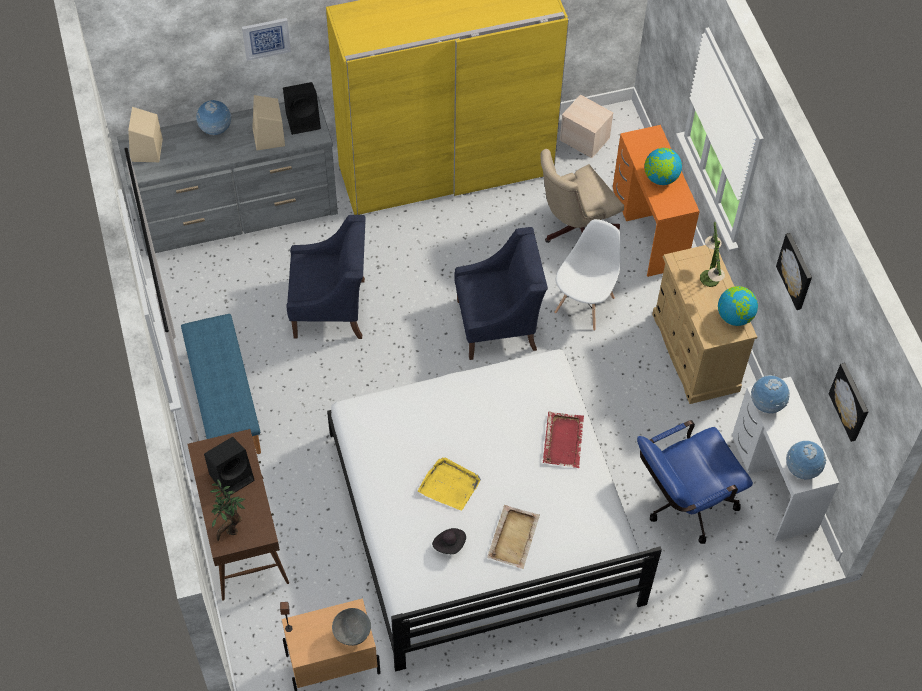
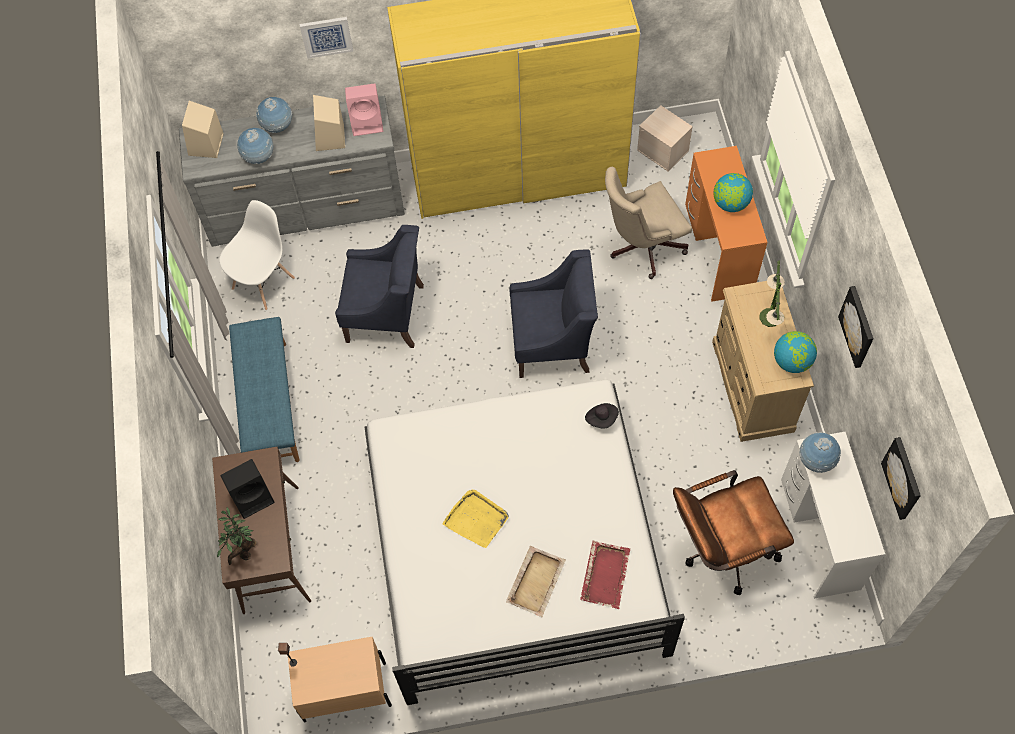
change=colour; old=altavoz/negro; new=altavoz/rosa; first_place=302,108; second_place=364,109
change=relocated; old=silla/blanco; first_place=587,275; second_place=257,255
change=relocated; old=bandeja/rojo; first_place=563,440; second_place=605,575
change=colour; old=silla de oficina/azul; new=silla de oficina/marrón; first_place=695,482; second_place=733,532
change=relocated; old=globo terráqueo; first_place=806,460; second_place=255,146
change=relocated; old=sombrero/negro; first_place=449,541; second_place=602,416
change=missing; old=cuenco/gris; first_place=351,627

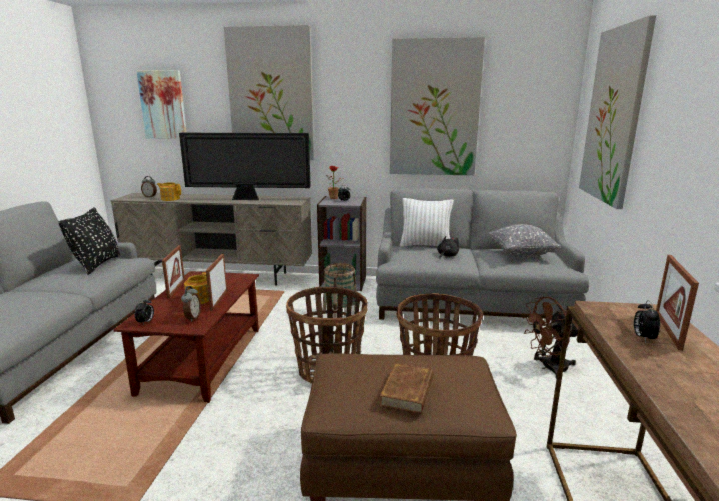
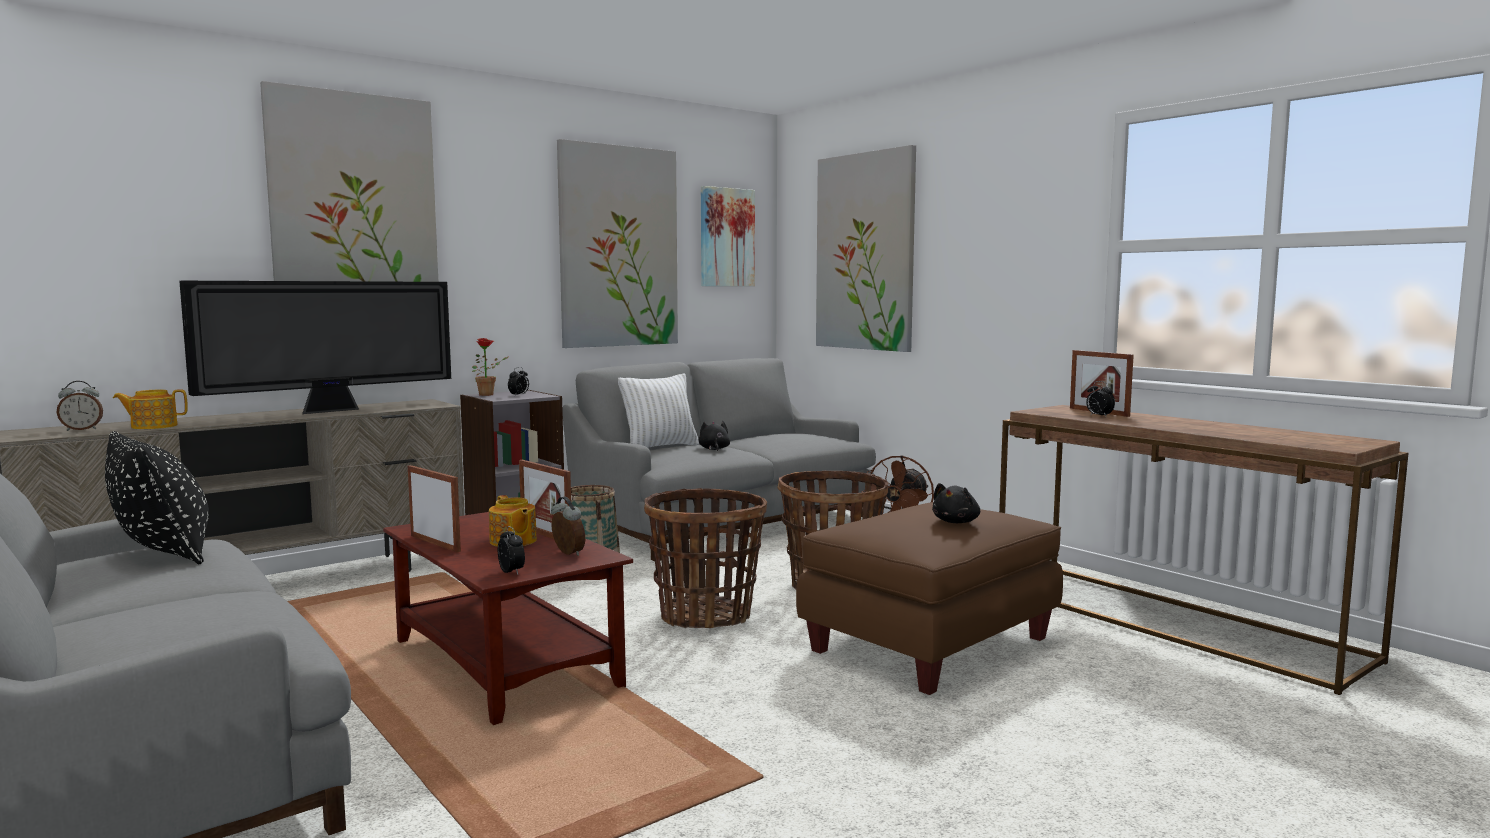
change=relocated; old=cuadro; first_place=162,104; second_place=728,236
change=missing; old=cojín/gris; first_place=524,240
change=exchanged; old=libro/marrón; new=peluche/negro; first_place=406,388; second_place=956,503

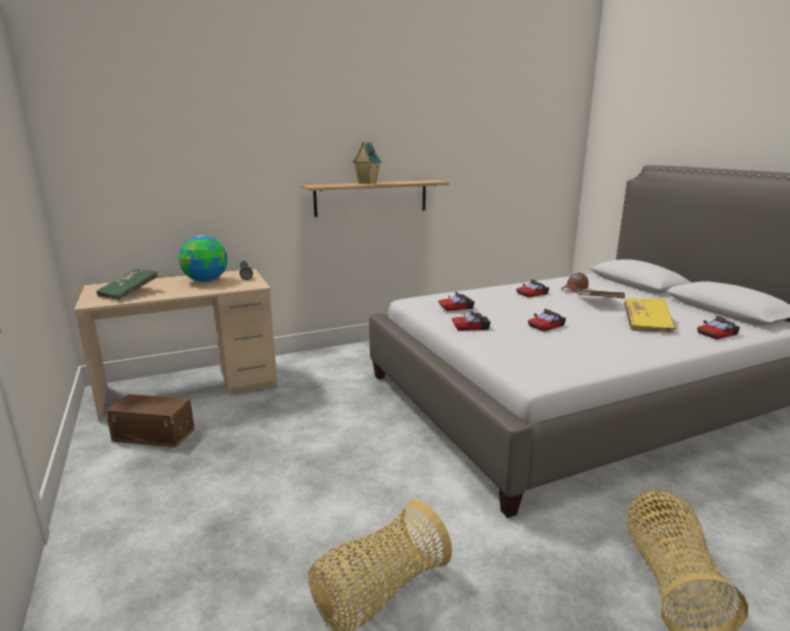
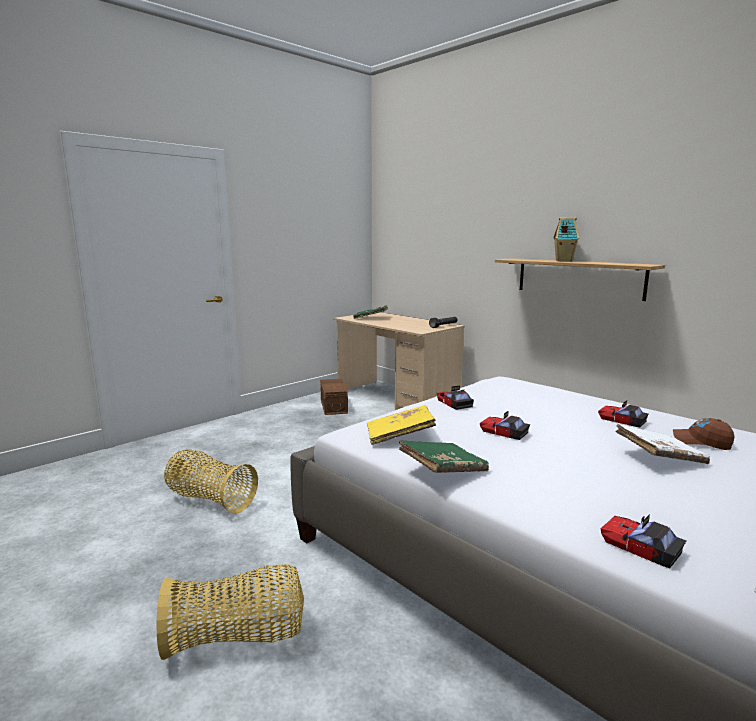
change=missing; old=globo terráqueo; first_place=203,259
change=missing; old=coche de juguete; first_place=456,301
change=relocated; old=libro/amarillo; first_place=650,315; second_place=401,425
change=appeared; new=libro/verde; second_place=444,456

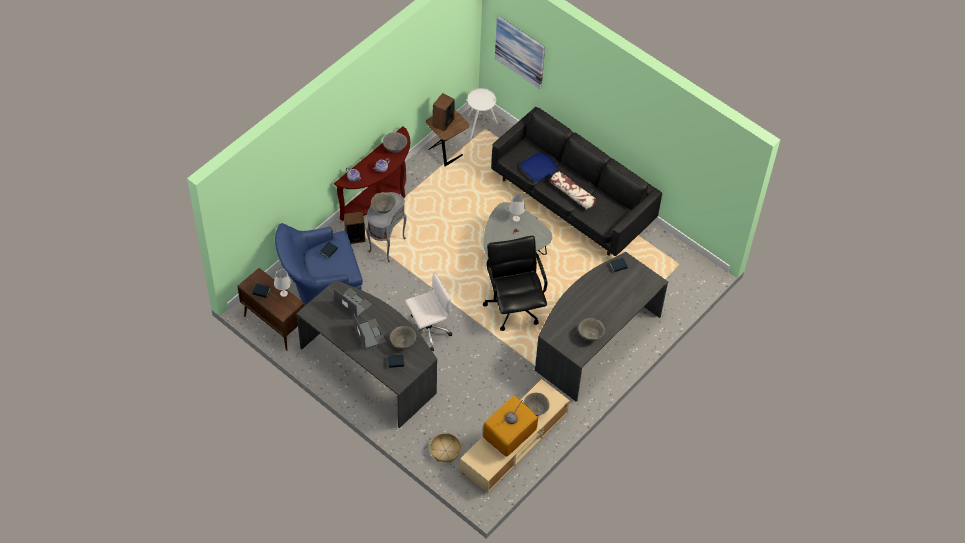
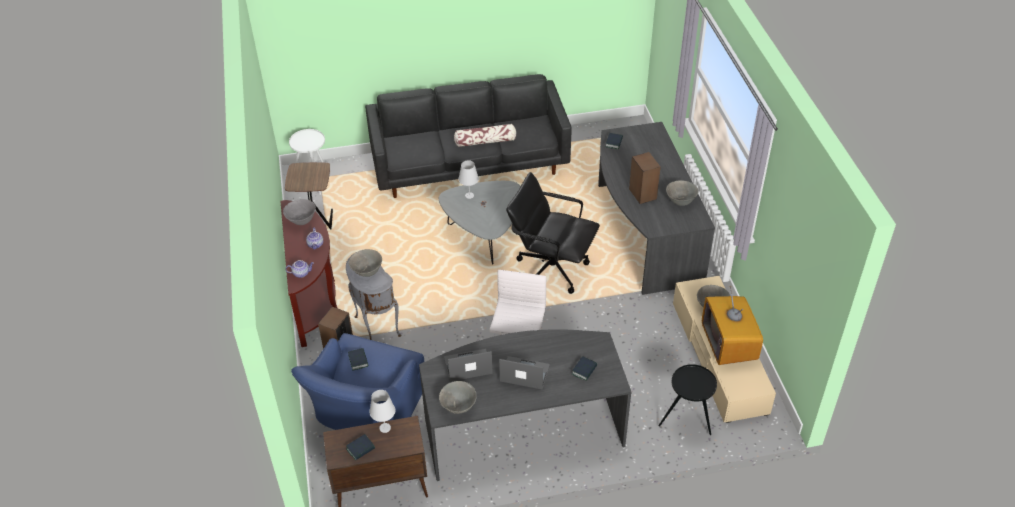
change=missing; old=cuadro; first_place=520,52
change=relocated; old=altavoz; first_place=444,112; second_place=645,178
change=missing; old=cojín/azul; first_place=539,167
change=relocated; old=cuenco/gris; first_place=403,337; second_place=458,397
change=exchanged; old=cesta; new=mesa auxiliar/negro; first_place=445,448; second_place=687,399

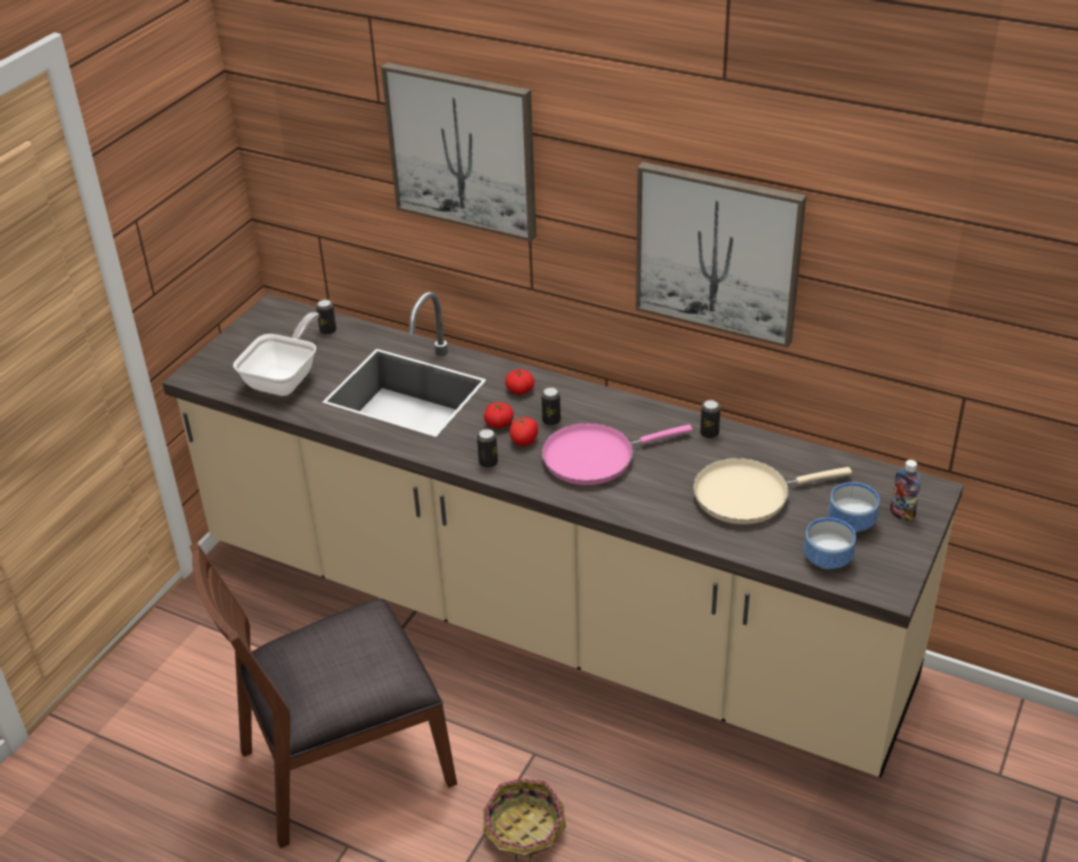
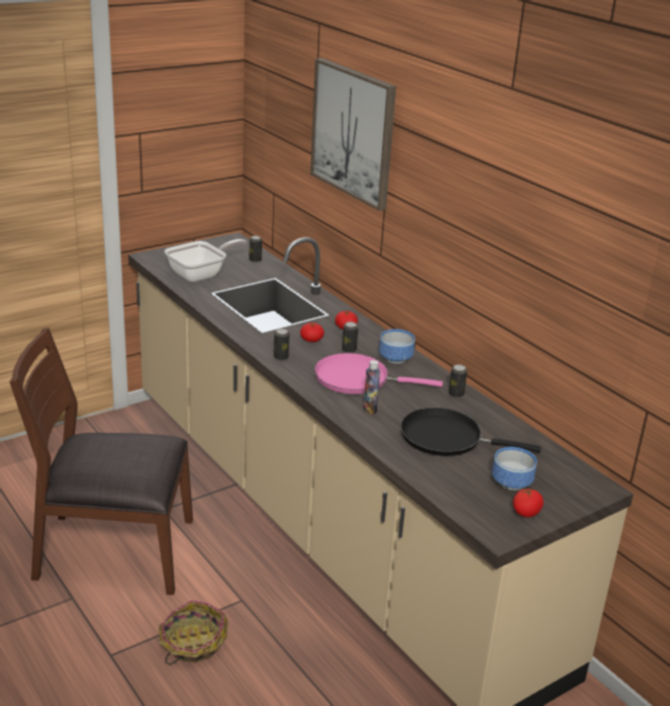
change=missing; old=cuadro; first_place=721,255
change=relocated; old=tomate; first_place=523,431; second_place=528,502
change=colour; old=sartén/beis; new=sartén/negro; first_place=772,491; second_place=470,431
change=relocated; old=botella; first_place=905,491; second_place=371,387
change=relocated; old=cuenco; first_place=830,543; second_place=397,346

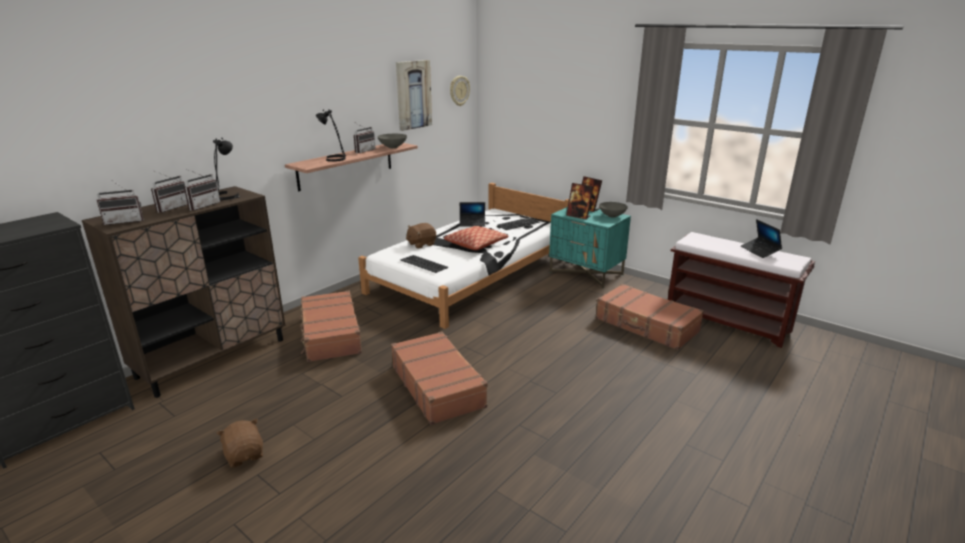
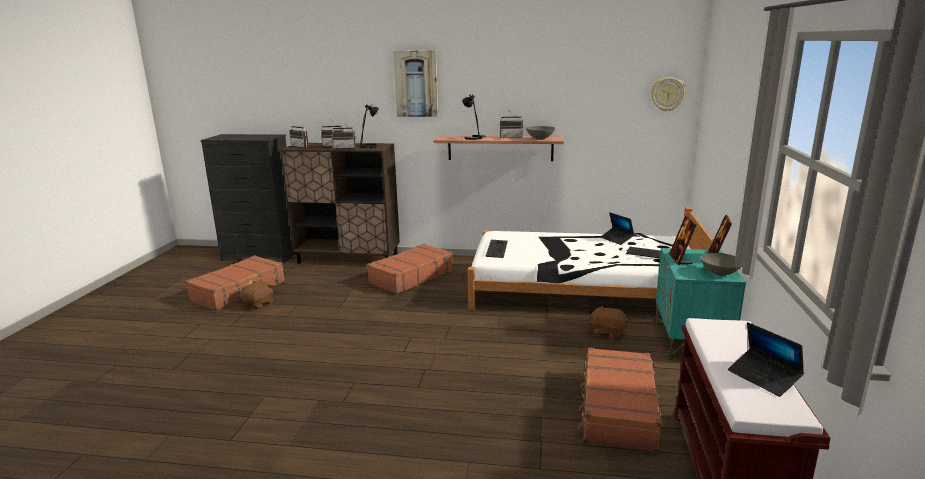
change=relocated; old=cuadro; first_place=414,95; second_place=415,83
change=spun; old=portátil; first_place=761,238; second_place=766,359; degrees=-75
change=relocated; old=peluche/marrón; first_place=421,236; second_place=608,322
change=missing; old=cojín; first_place=476,238
change=relocated; old=maleta/marrón; first_place=439,378; second_place=235,283

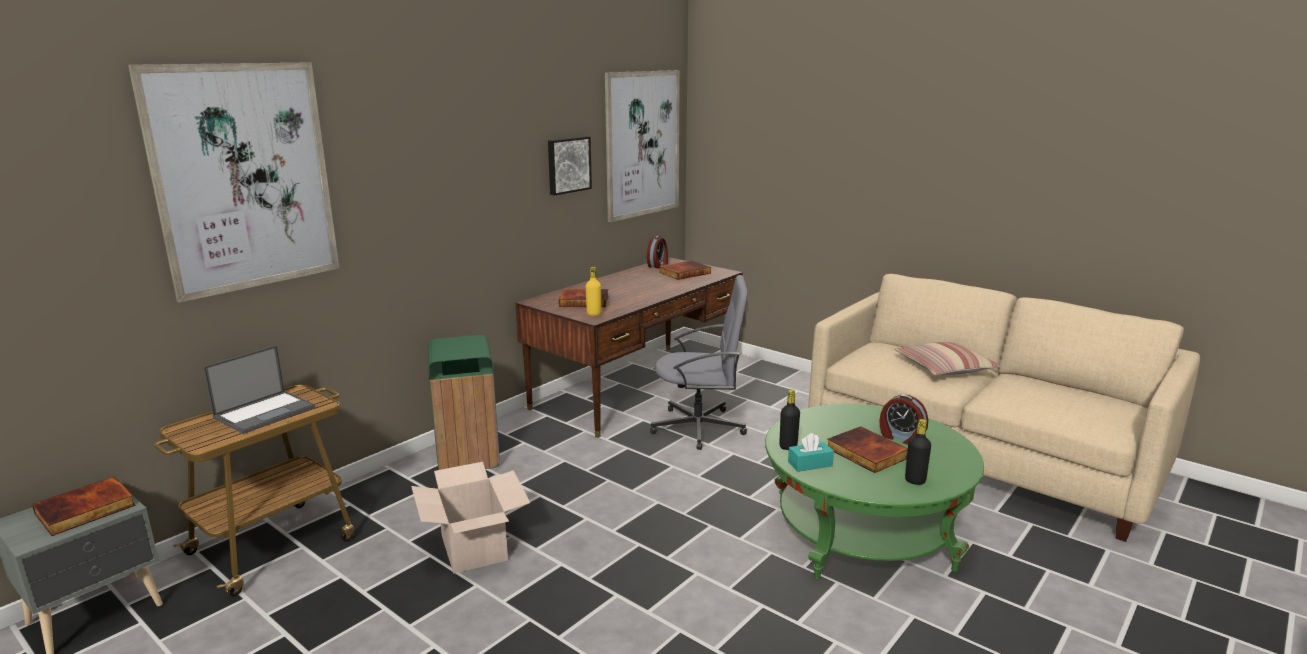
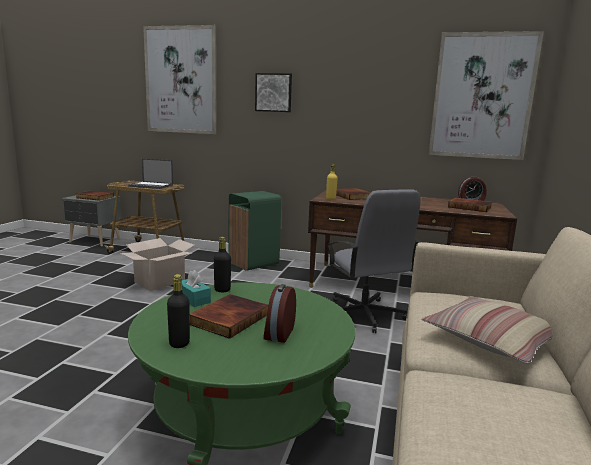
change=relocated; old=cuadro; first_place=570,166; second_place=273,92

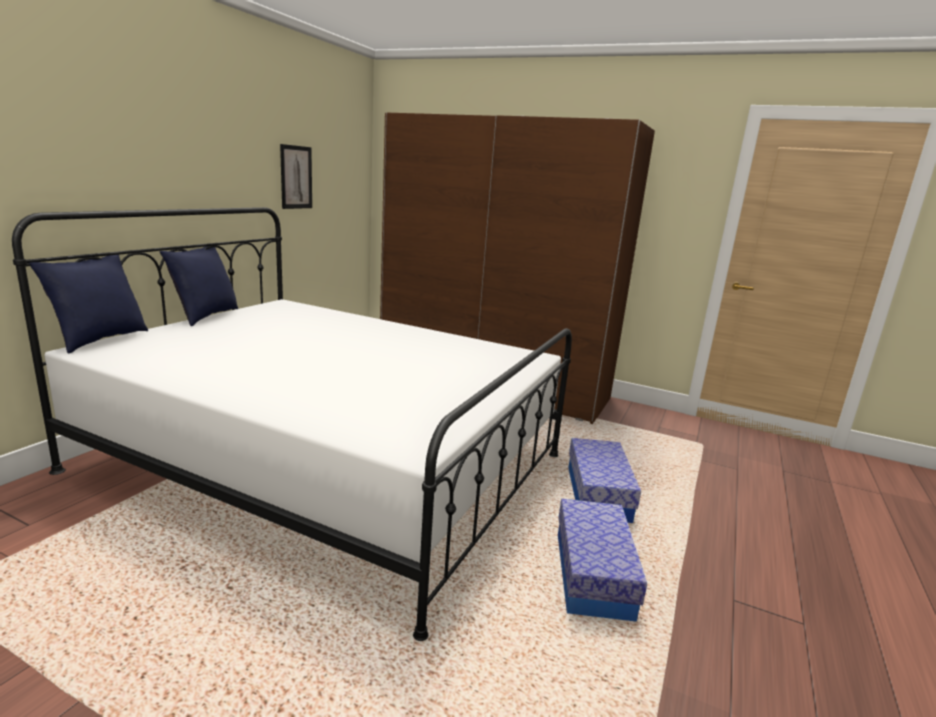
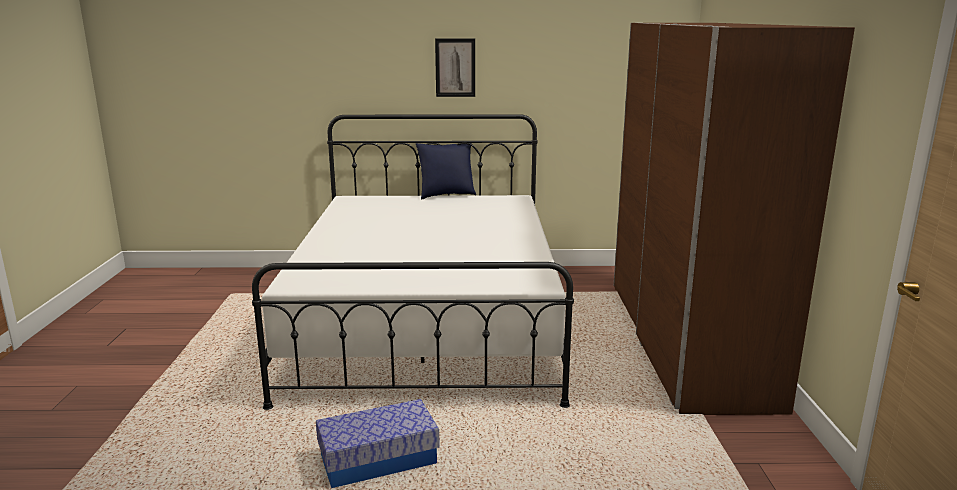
change=relocated; old=cuadro; first_place=296,176; second_place=455,68
change=missing; old=cojín/azul; first_place=88,304
change=missing; old=caja de almacenaje; first_place=604,480

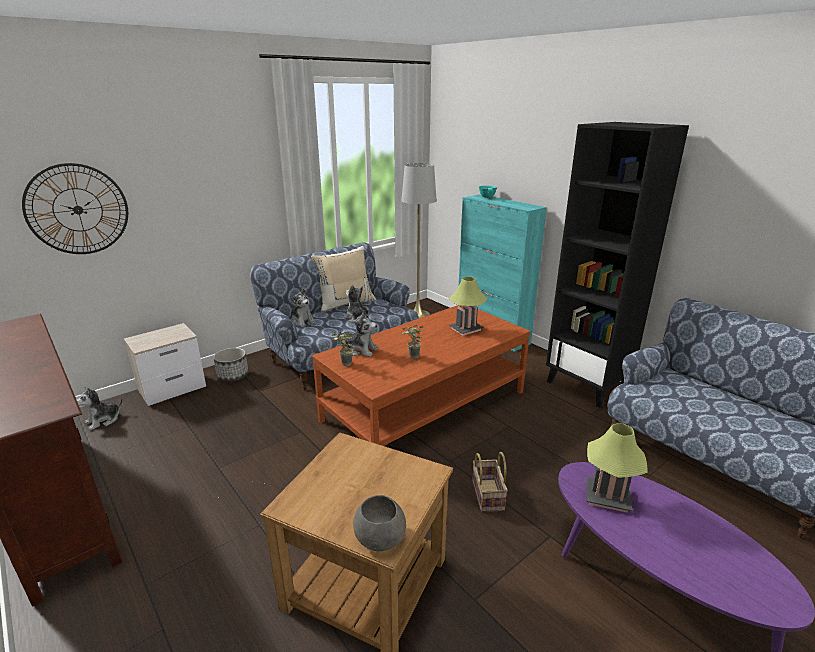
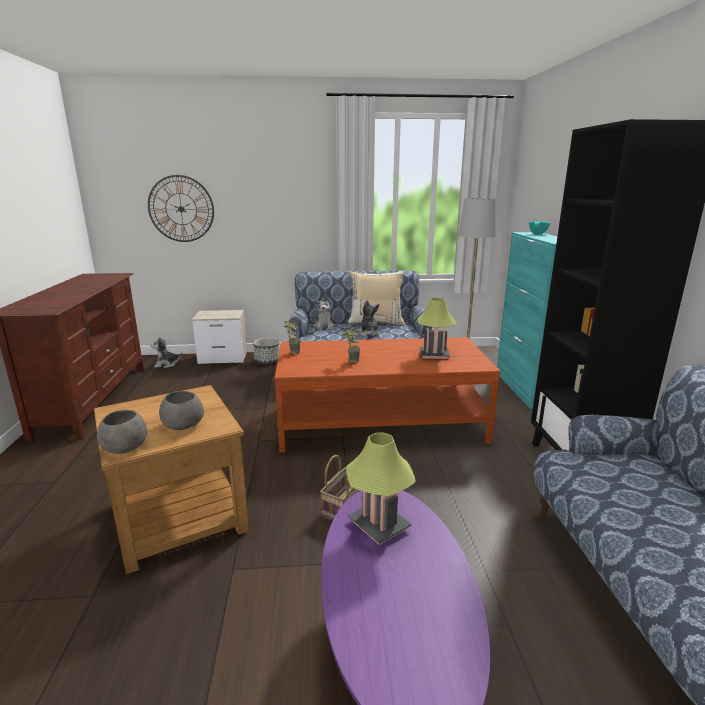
change=missing; old=peluche; first_place=359,333
change=appeared; new=cuenco/gris; second_place=181,410

